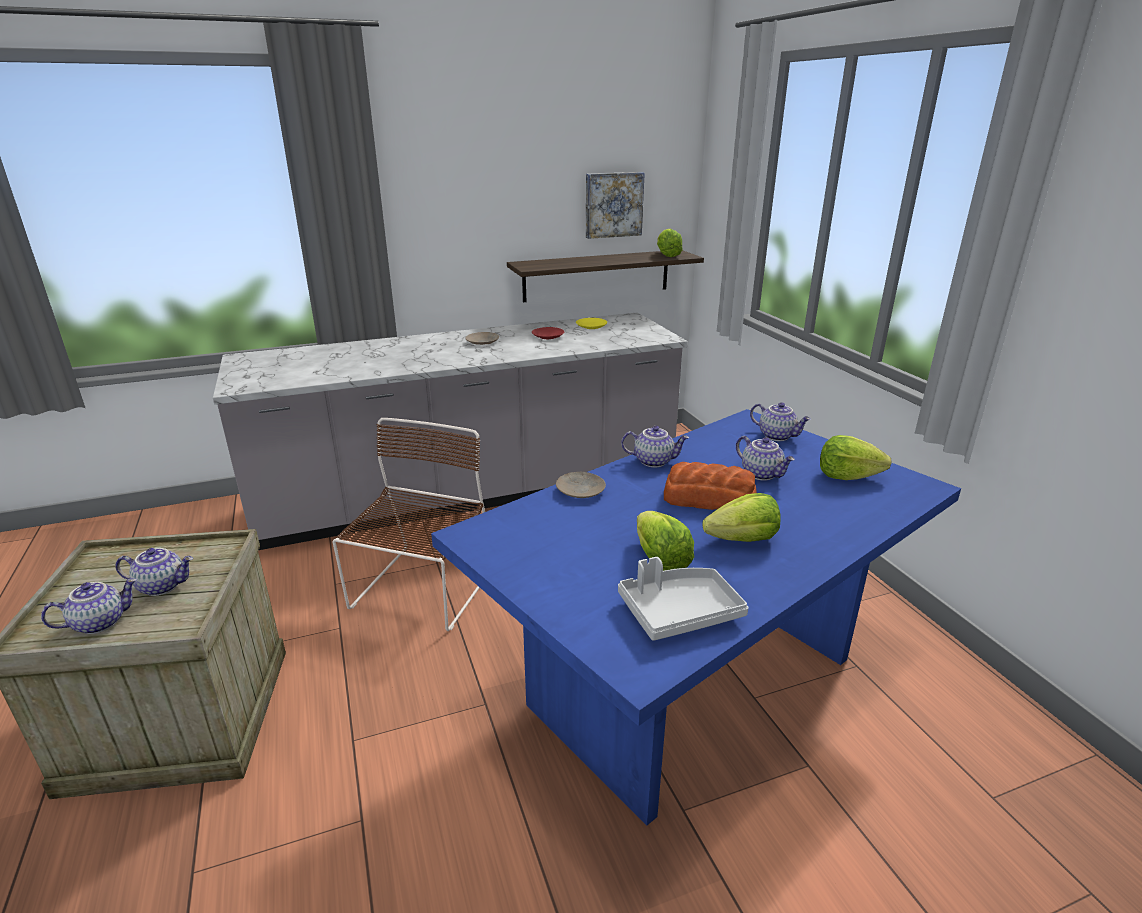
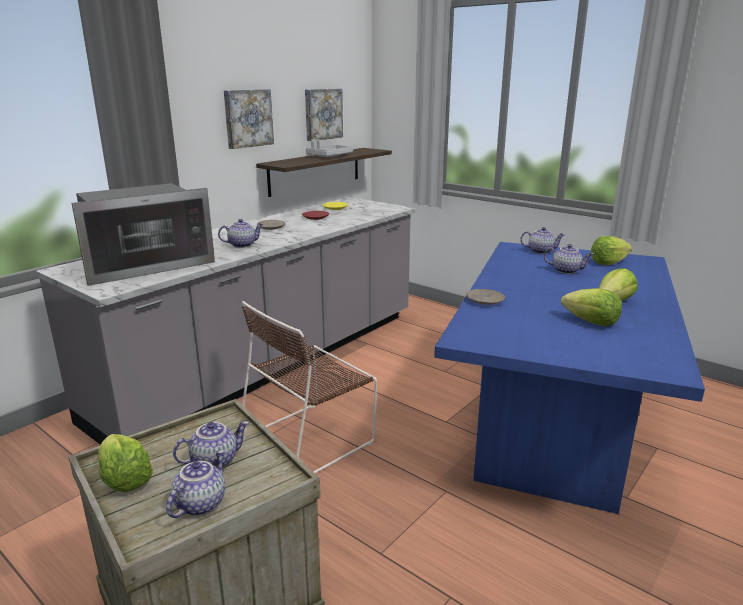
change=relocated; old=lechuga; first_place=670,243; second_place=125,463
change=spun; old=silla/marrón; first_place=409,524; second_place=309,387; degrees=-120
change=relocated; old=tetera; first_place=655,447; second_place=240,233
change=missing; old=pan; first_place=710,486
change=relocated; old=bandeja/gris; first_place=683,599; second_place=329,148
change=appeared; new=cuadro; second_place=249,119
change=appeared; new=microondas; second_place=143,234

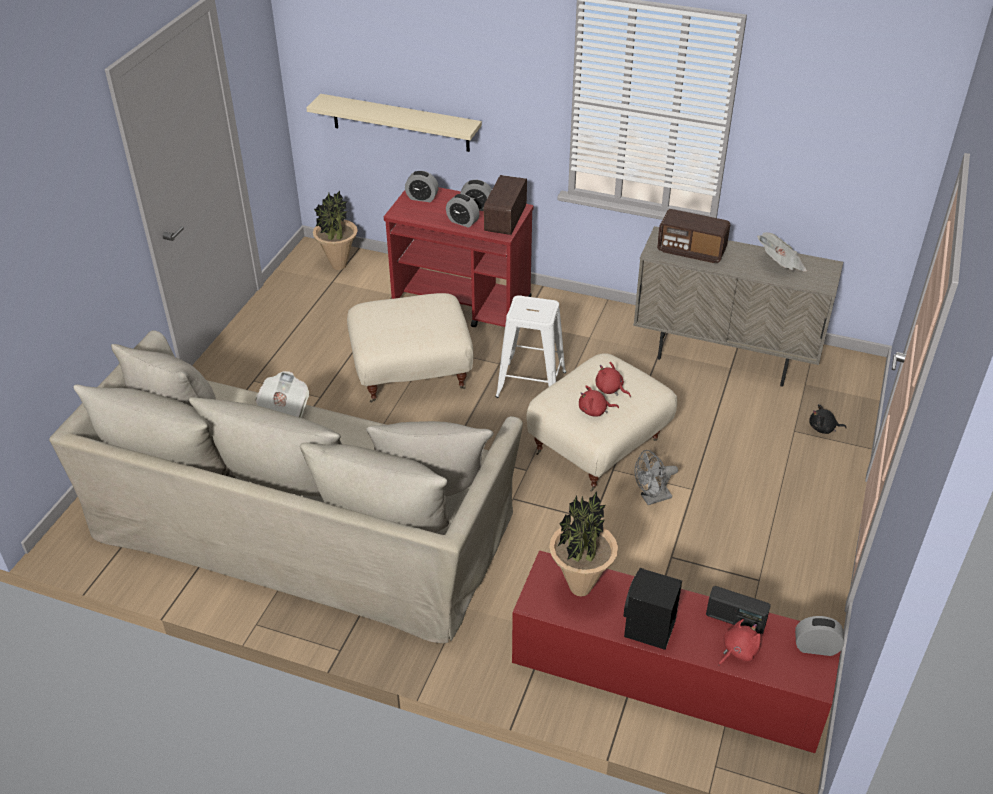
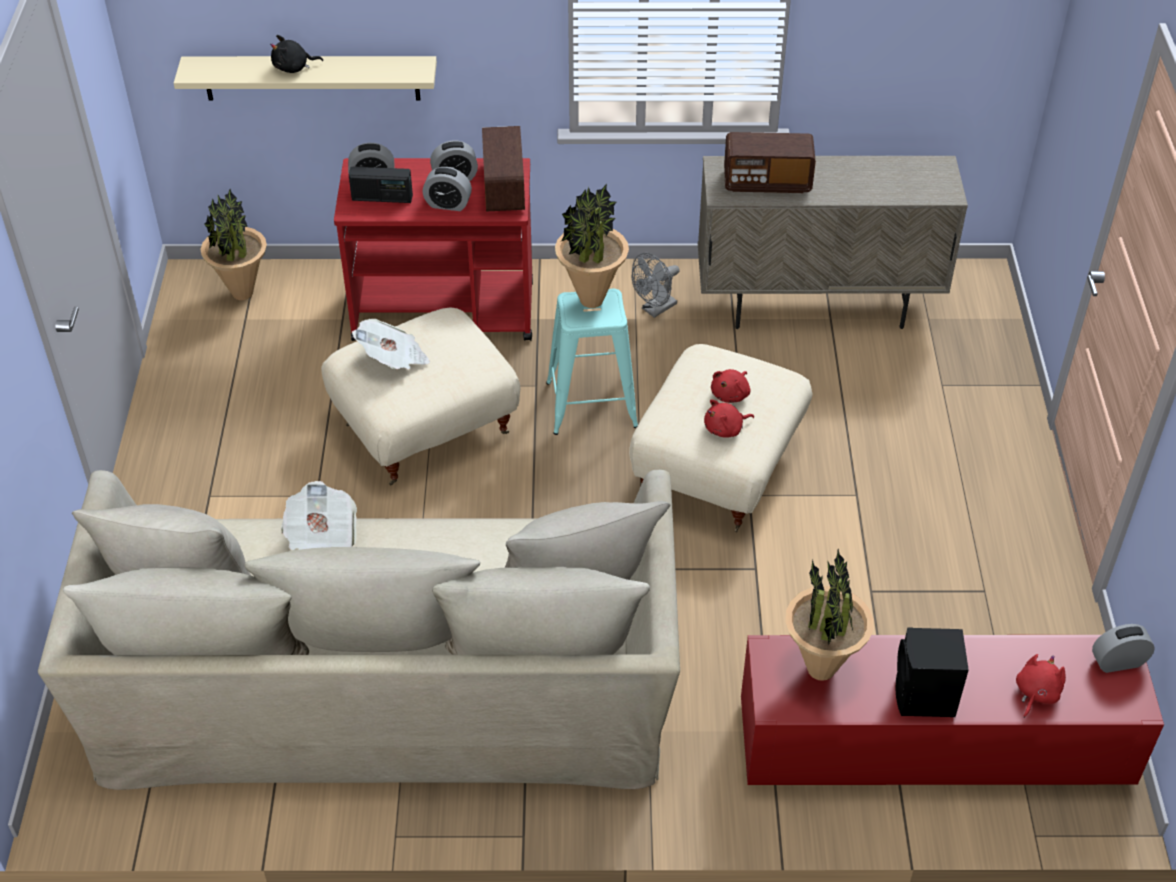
change=relocated; old=periódico; first_place=782,252; second_place=391,344
change=colour; old=taburete/blanco; new=taburete/turquesa; first_place=530,346; second_place=592,362
change=spun; old=peluche/rojo; first_place=613,379; second_place=731,386; degrees=-75
change=relocated; old=peluche/negro; first_place=828,419; second_place=296,54
change=relocated; old=ventilador/gris; first_place=656,477; second_place=656,285
change=relocated; old=radio; first_place=738,610; second_place=381,185
change=appeared; new=planta en maceta; second_place=592,246

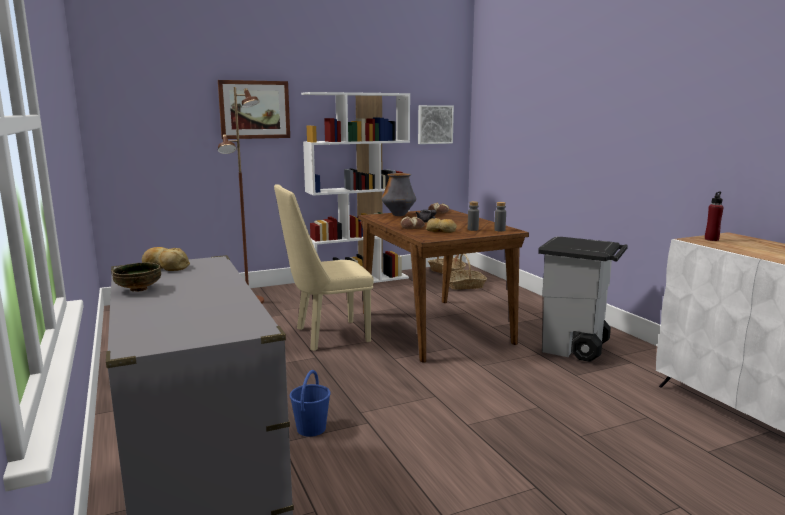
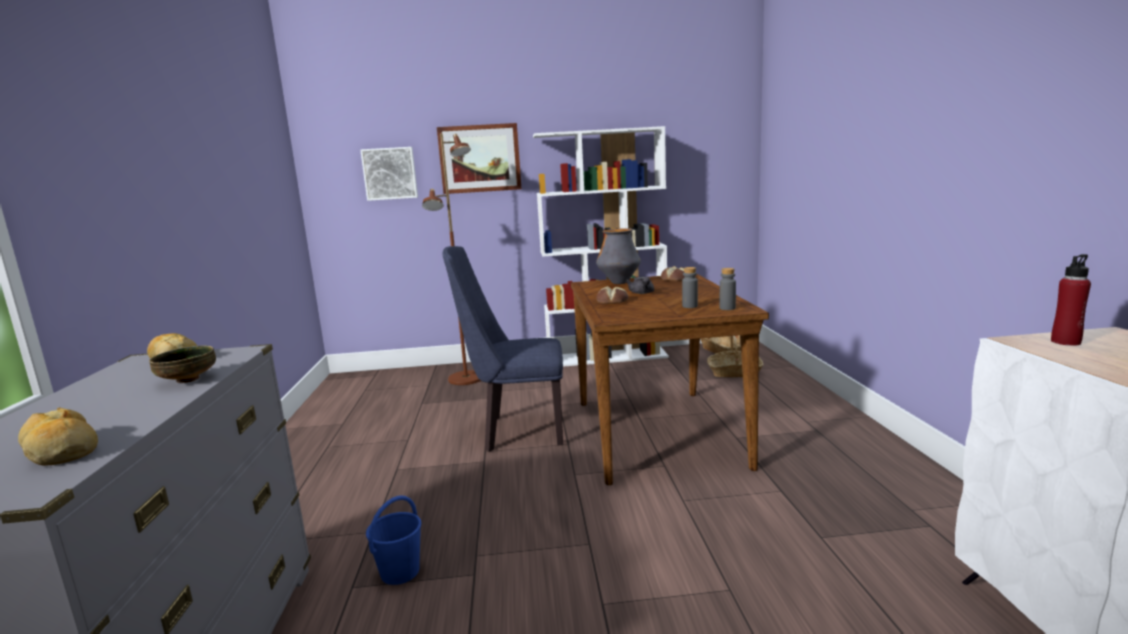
change=relocated; old=cuadro; first_place=436,124; second_place=389,174
change=colour; old=silla/beis; new=silla/azul; first_place=324,267; second_place=502,349
change=relocated; old=pan; first_place=441,225; second_place=58,436
change=missing; old=papelera/gris; first_place=583,299
change=relocated; old=cuenco; first_place=136,277; second_place=182,364

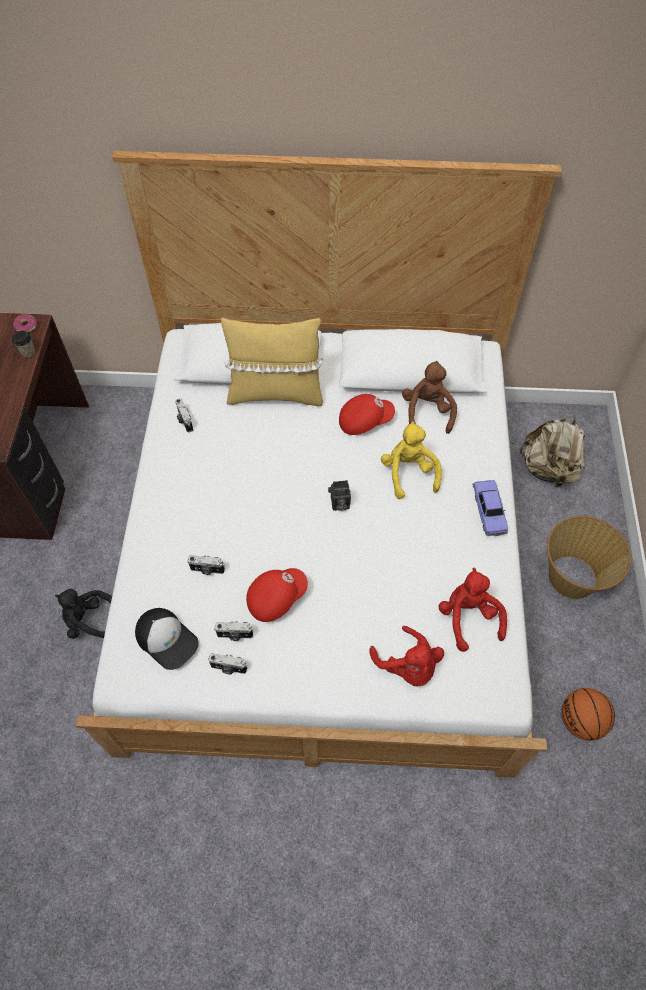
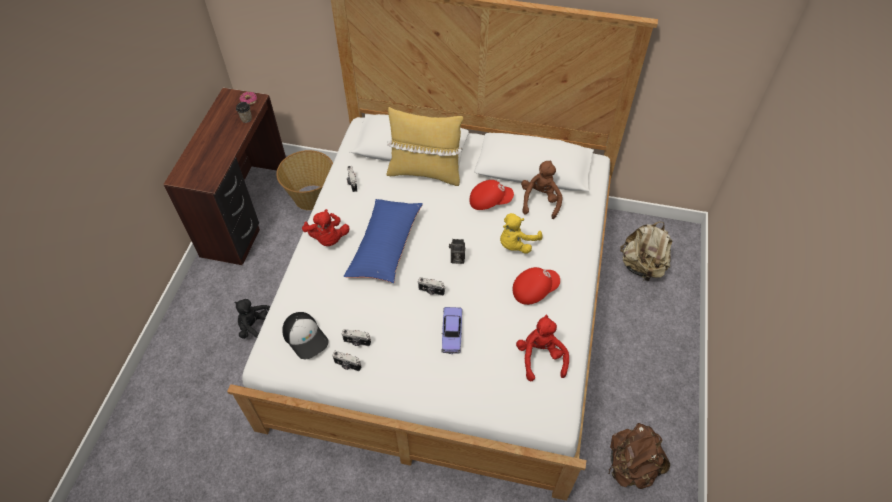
change=spun; old=peluche/amarillo; first_place=411,460; second_place=521,233; degrees=-135
change=relocated; old=coche de juguete; first_place=490,508; second_place=452,330
change=relocated; old=cesta; first_place=589,557; second_place=304,180
change=relocated; old=cámara; first_place=206,565; second_place=431,286
change=relocated; old=gorra/rojo; first_place=277,595; second_place=536,286
change=relocated; old=peluche/rojo; first_place=406,656; second_place=326,227
change=exchanged; old=balón de baloncesto; new=mochila/marrón; first_place=588,714; second_place=639,456
change=appeared; new=cojín/azul; second_place=383,241

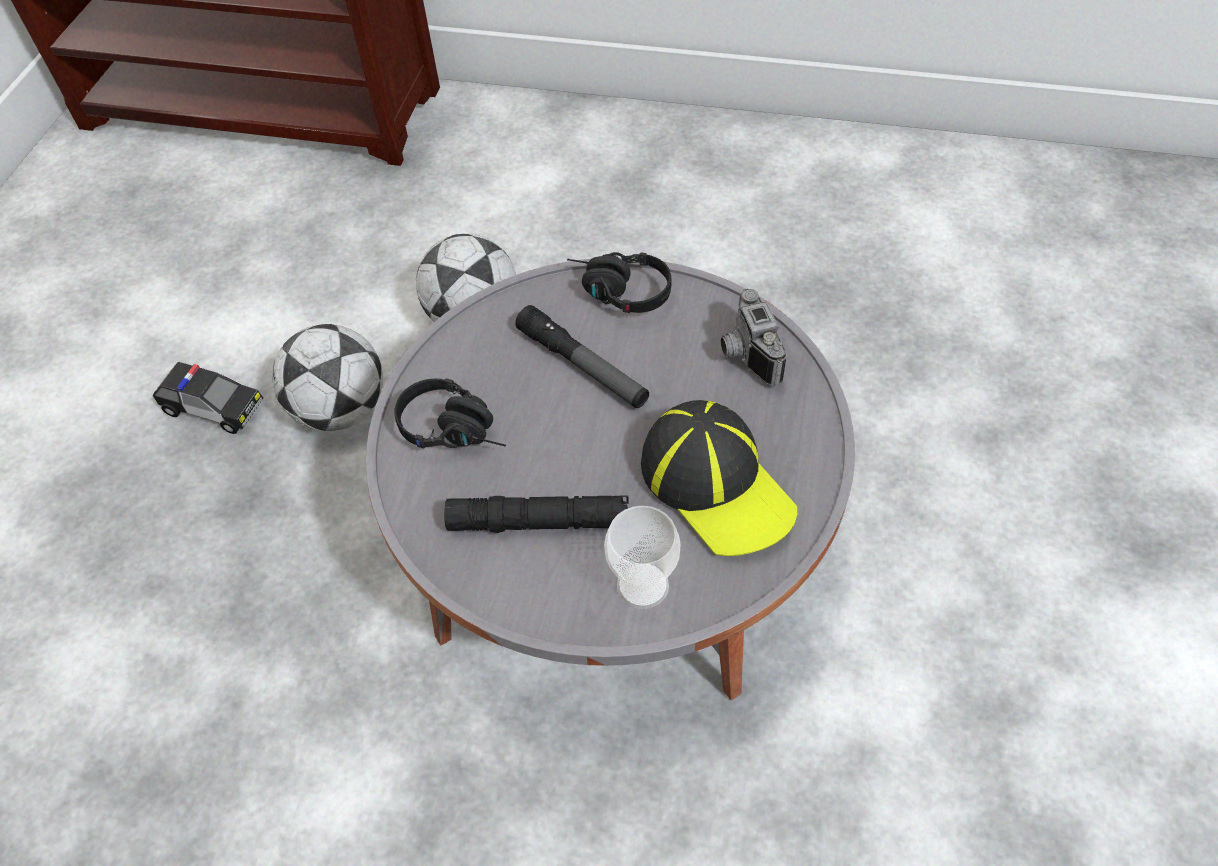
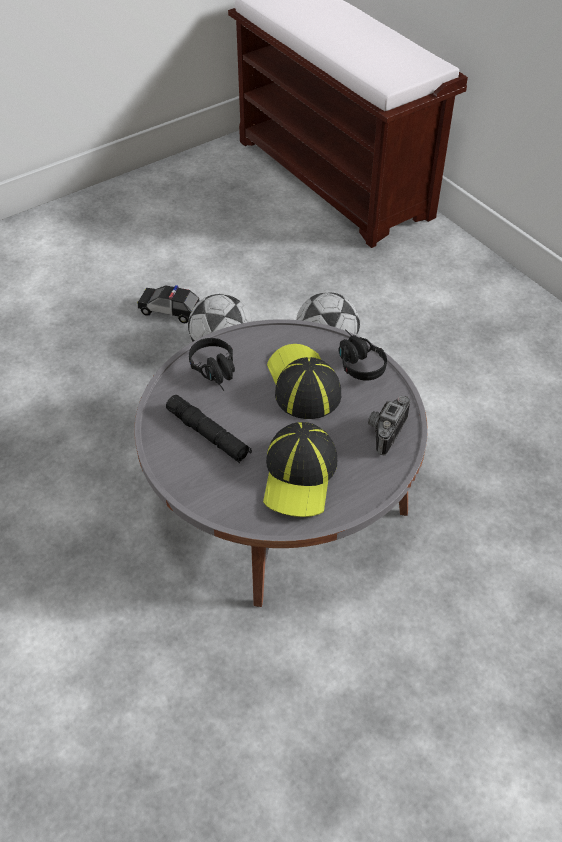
change=exchanged; old=linterna; new=gorra; first_place=582,356; second_place=304,381
change=spun; old=coche de juguete; first_place=208,398; second_place=168,304; degrees=135
change=missing; old=taza; first_place=642,557

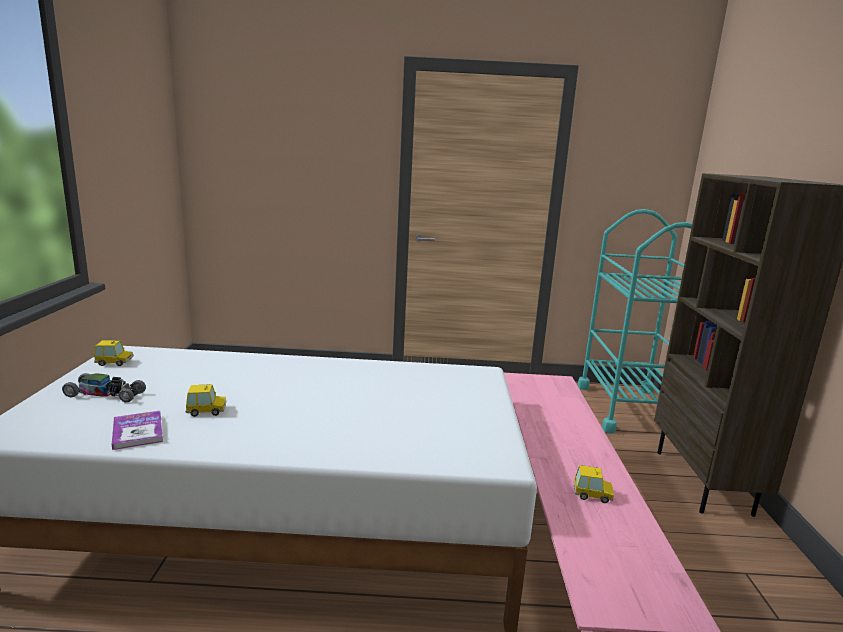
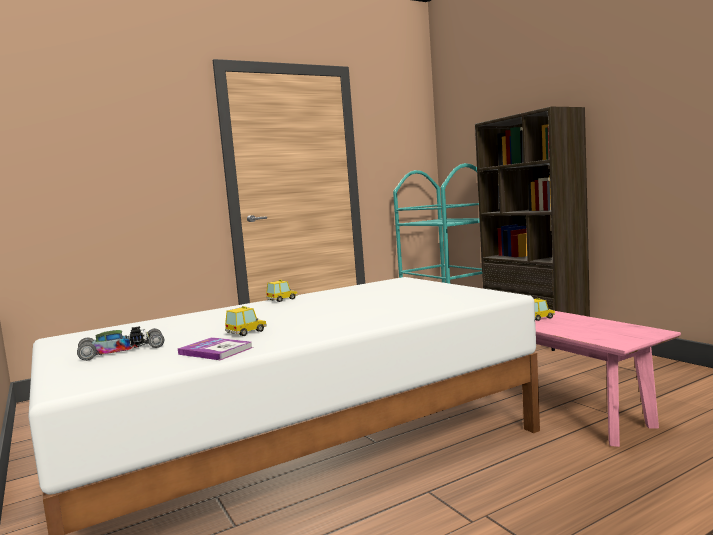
change=relocated; old=coche de juguete; first_place=114,353; second_place=282,291

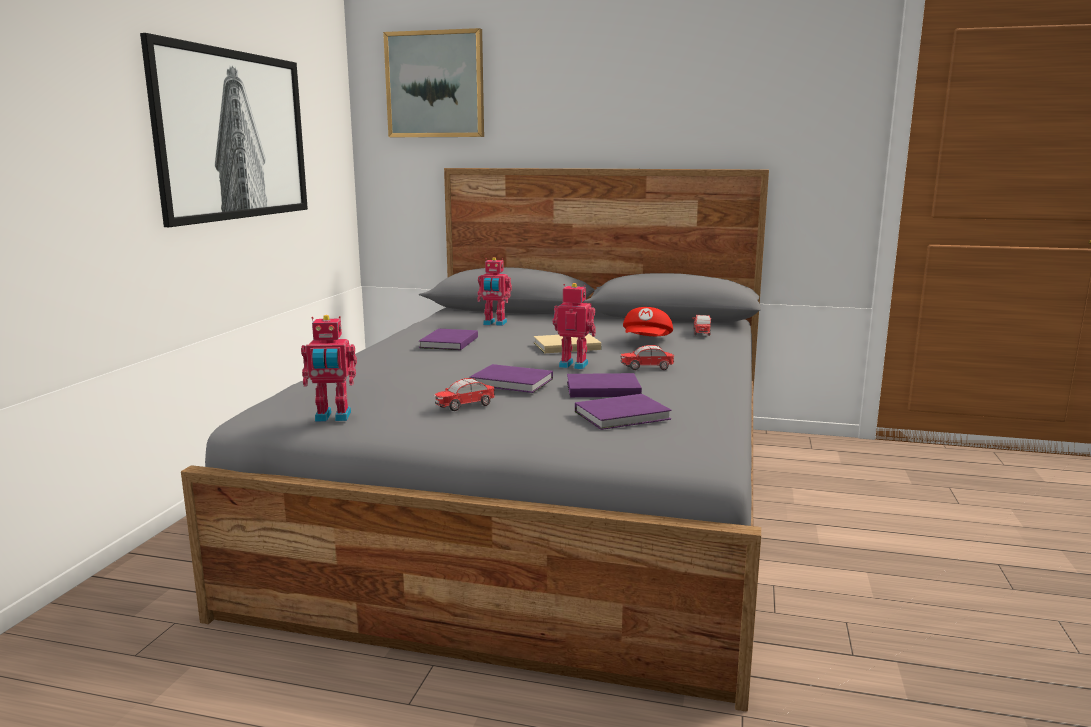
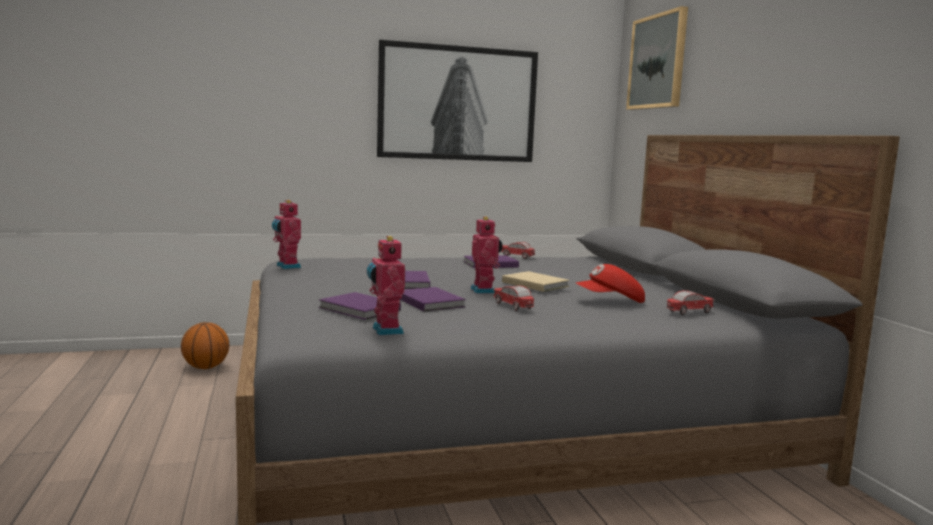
change=relocated; old=robot de juguete; first_place=494,291; second_place=386,285
change=relocated; old=coche de juguete; first_place=464,394; second_place=518,250
change=appeared; new=balón de baloncesto; second_place=205,345

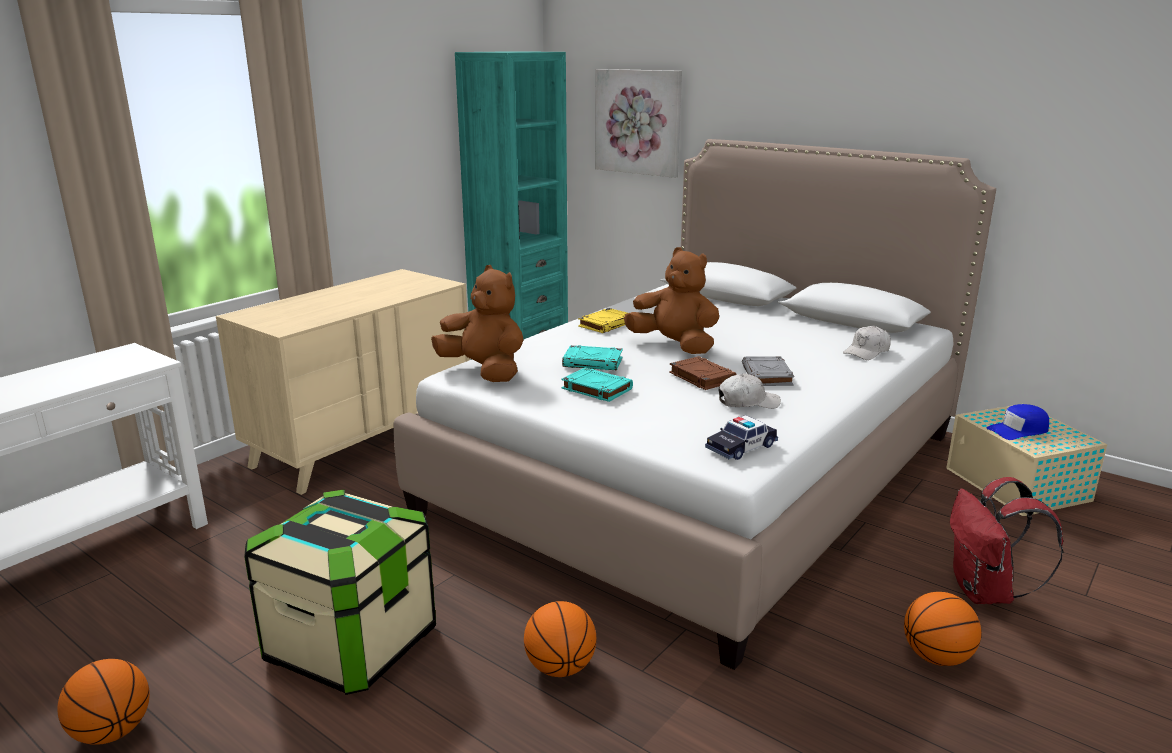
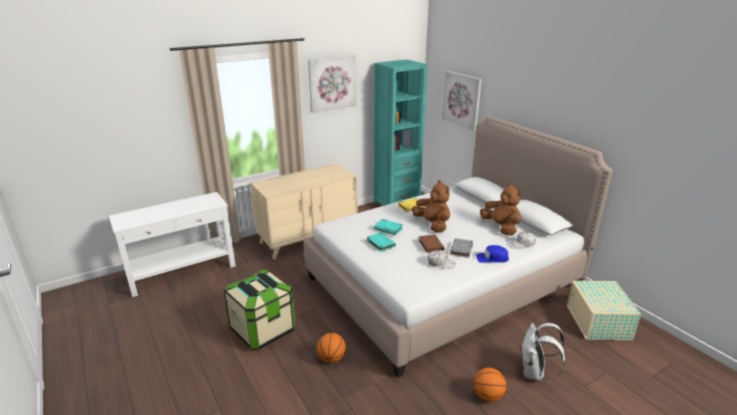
change=relocated; old=peluche/marrón; first_place=477,323; second_place=500,209
change=relocated; old=gorra/azul; first_place=1018,422; second_place=492,254
change=missing; old=coche de juguete; first_place=741,437
change=colour; old=mochila/rojo; new=mochila/blanco; first_place=1006,540; second_place=543,352
change=missing; old=balón de baloncesto; first_place=103,702
change=appeared; new=cuadro; second_place=332,84

